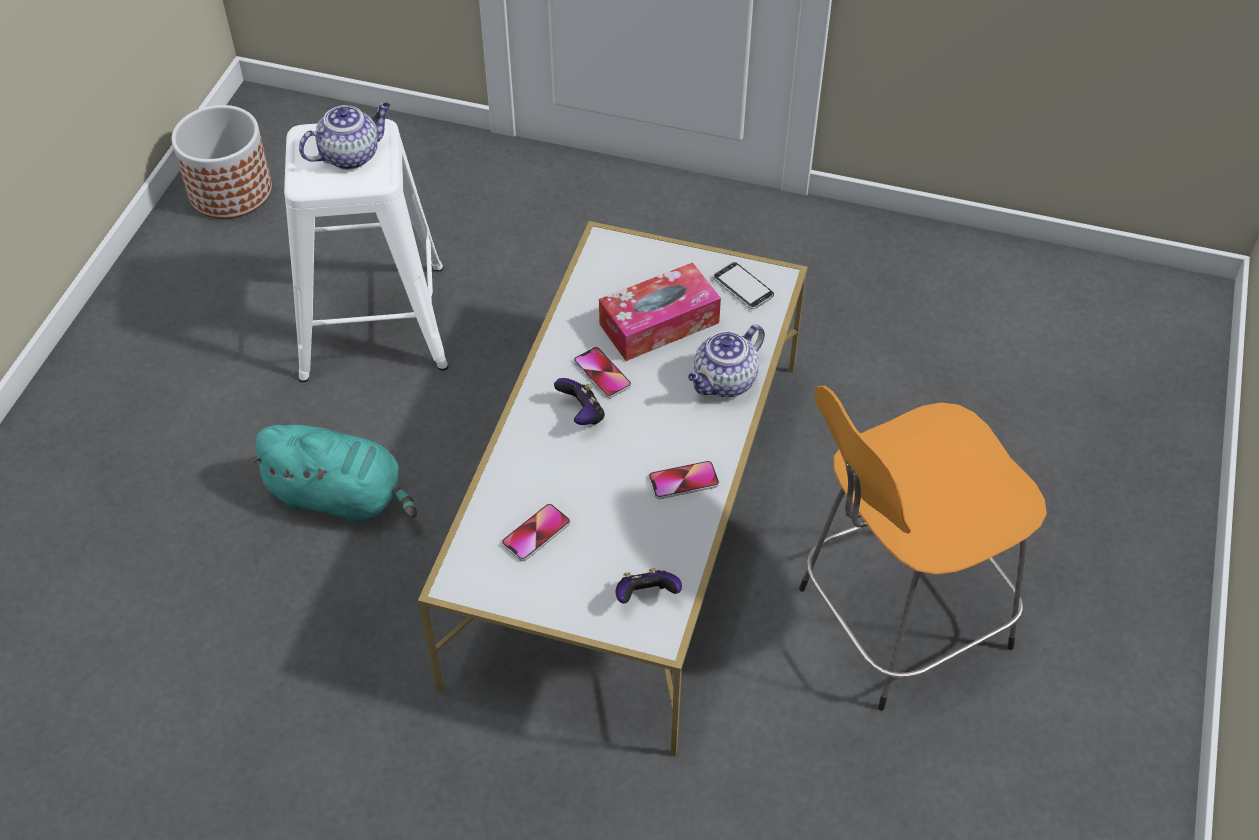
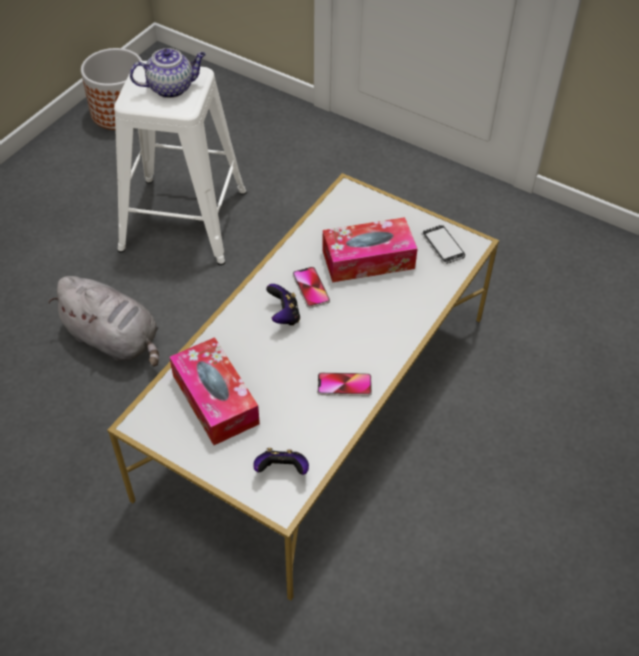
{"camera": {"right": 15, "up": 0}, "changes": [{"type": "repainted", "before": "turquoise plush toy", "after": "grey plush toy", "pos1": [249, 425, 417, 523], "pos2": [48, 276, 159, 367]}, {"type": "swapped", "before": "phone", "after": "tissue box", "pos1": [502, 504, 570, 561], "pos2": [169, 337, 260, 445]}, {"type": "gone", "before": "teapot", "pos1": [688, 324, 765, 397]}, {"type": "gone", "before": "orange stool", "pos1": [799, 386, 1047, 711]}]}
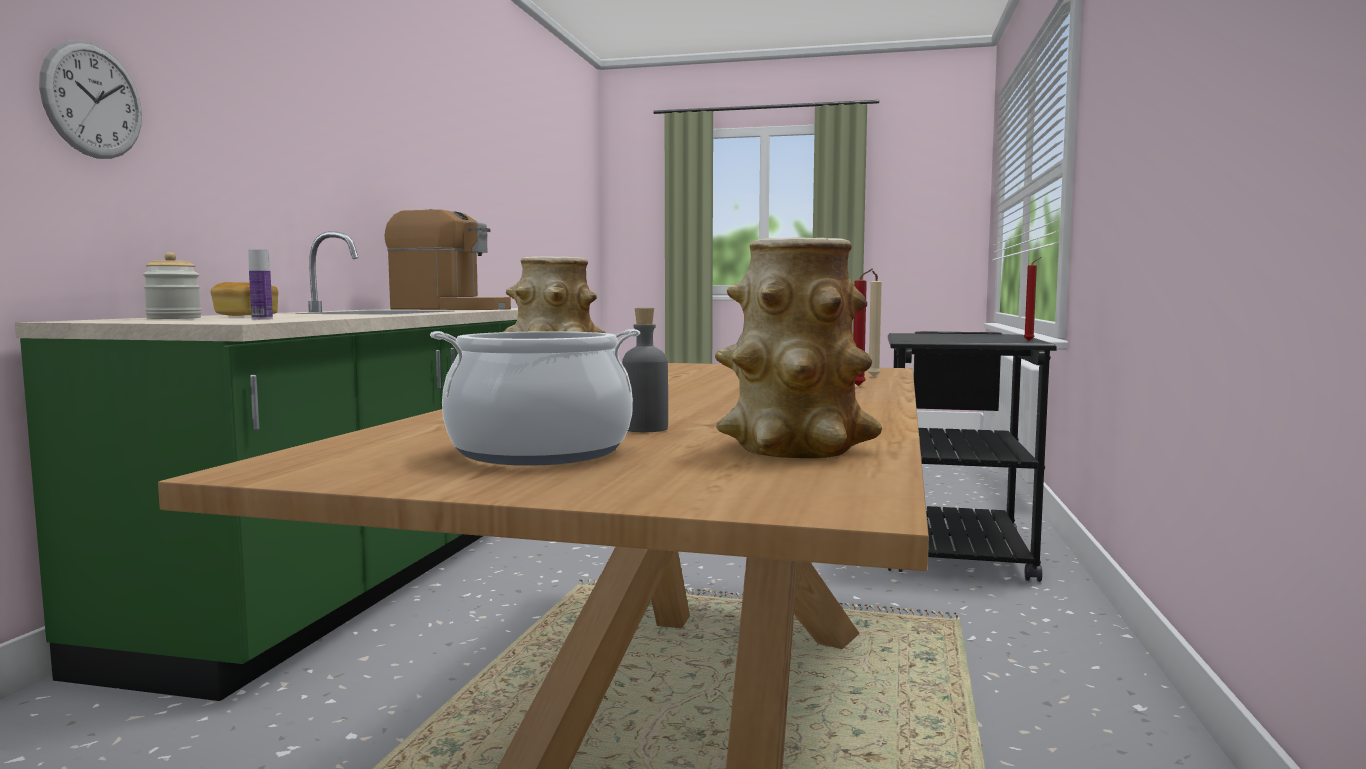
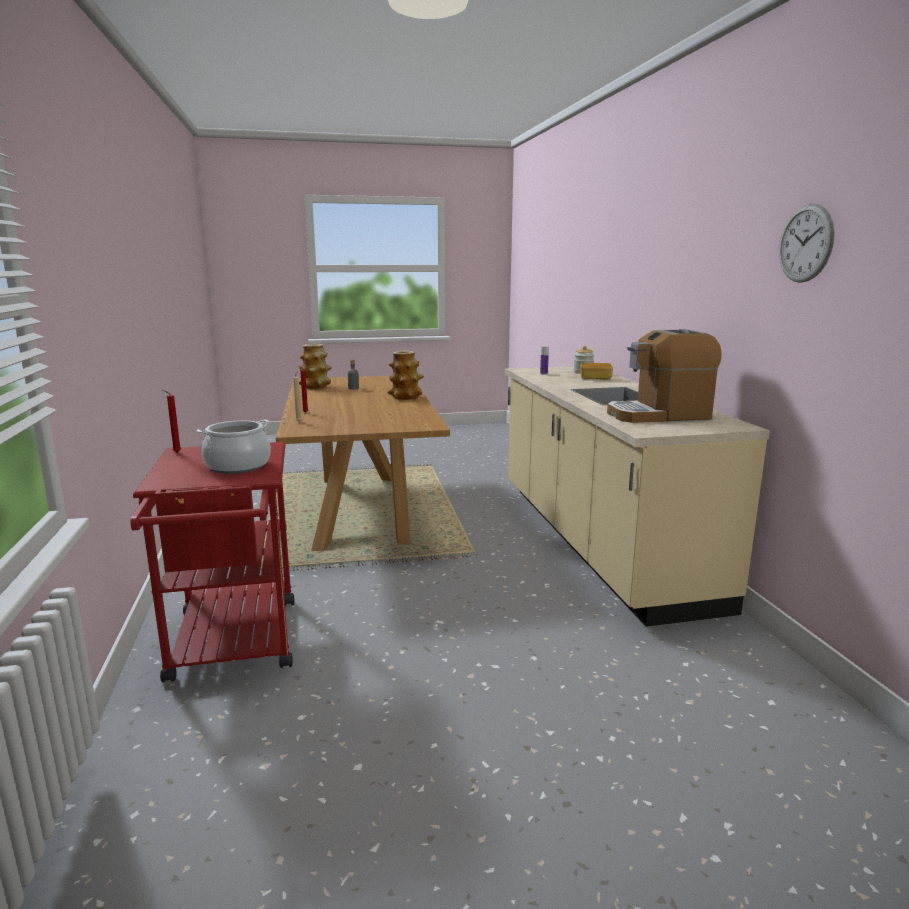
{"camera": {"right": 155, "up": 10}, "changes": [{"type": "repainted", "before": "black cart", "after": "red cart", "pos1": [888, 331, 1057, 582], "pos2": [130, 442, 294, 682]}, {"type": "shifted", "before": "cooking pot", "pos1": [430, 329, 640, 466], "pos2": [197, 419, 271, 474]}, {"type": "repainted", "before": "green counter", "after": "beige counter", "pos1": [15, 231, 518, 701], "pos2": [505, 366, 770, 627]}, {"type": "shifted", "before": "wall clock", "pos1": [39, 40, 142, 159], "pos2": [779, 204, 835, 283]}]}
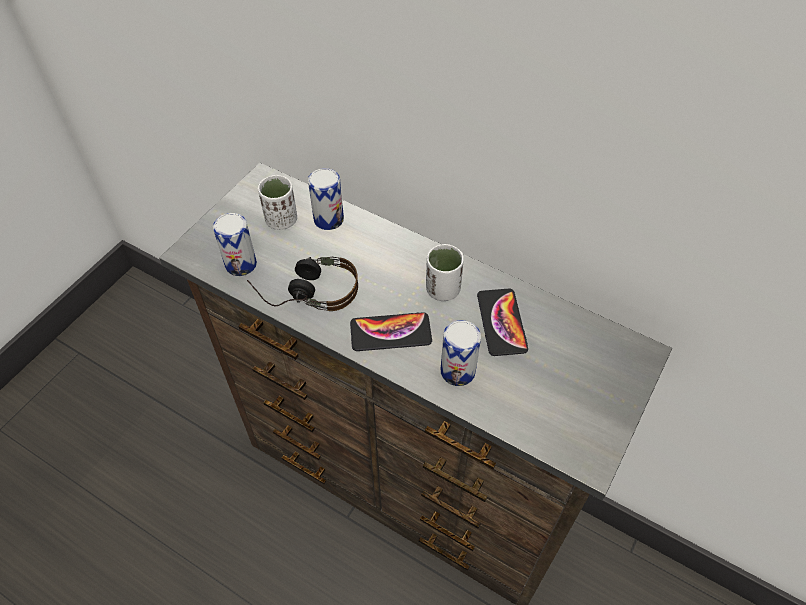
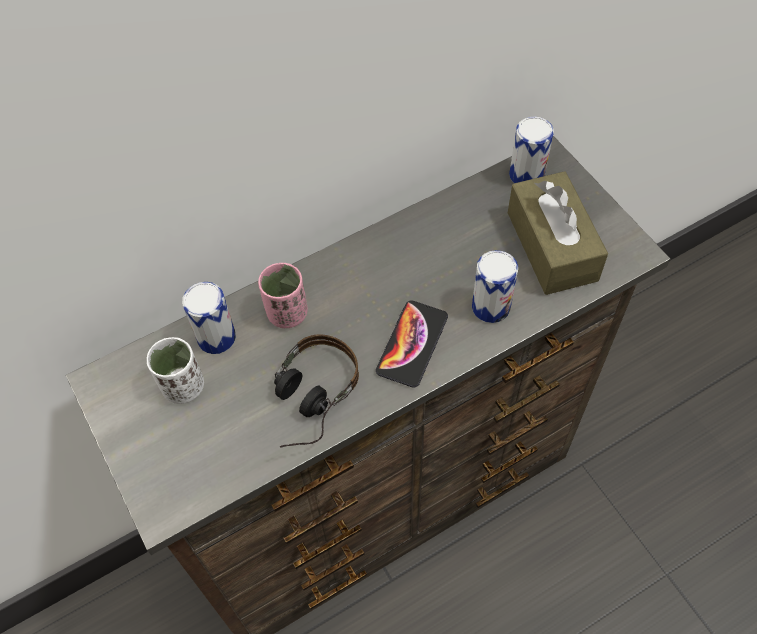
{"camera": {"right": -60, "up": 5}, "changes": [{"type": "new", "after": "pink cup", "pos2": [258, 263, 308, 328]}, {"type": "new", "after": "brown tissue box", "pos2": [508, 171, 608, 295]}, {"type": "shifted", "before": "can", "pos1": [213, 213, 257, 276], "pos2": [509, 117, 554, 183]}, {"type": "gone", "before": "white cup", "pos1": [426, 244, 464, 301]}, {"type": "gone", "before": "phone", "pos1": [477, 289, 528, 356]}]}
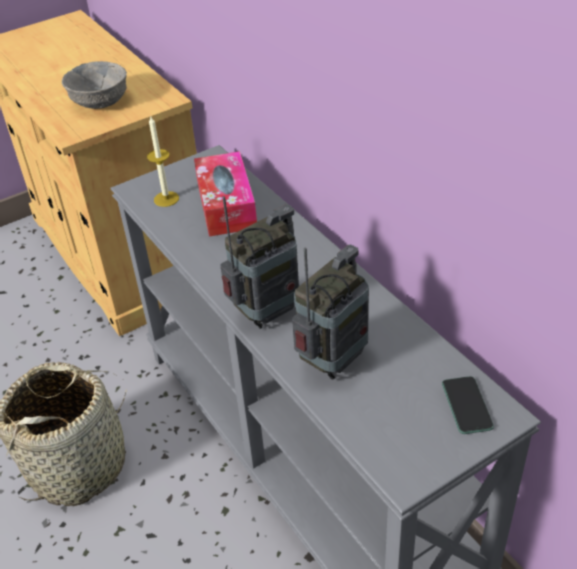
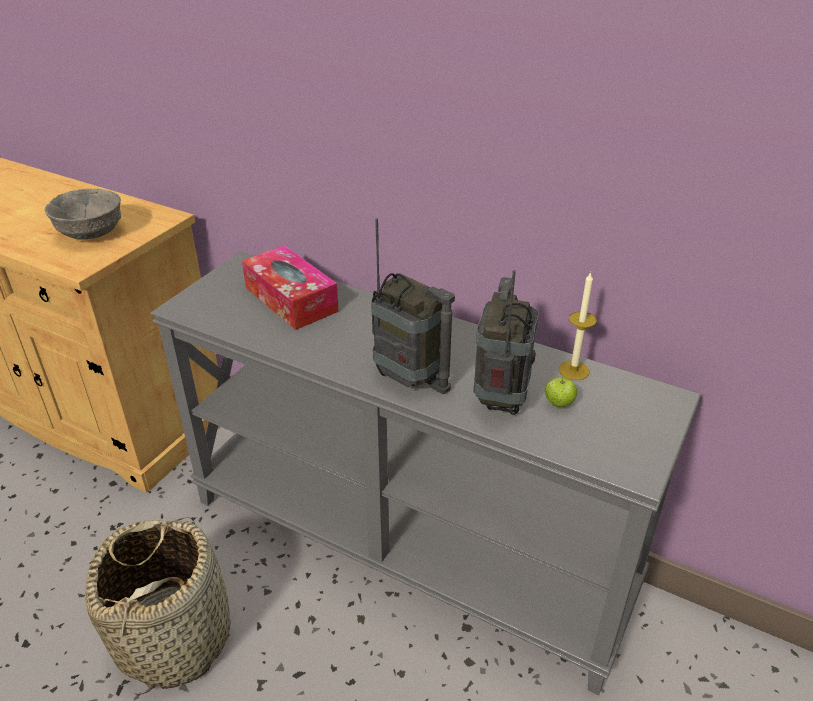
{"camera": {"right": -30, "up": -5}, "changes": [{"type": "rotated", "before": "radio", "pos1": [221, 196, 299, 329], "pos2": [371, 218, 455, 394], "turn": 105}, {"type": "new", "after": "apple", "pos2": [545, 375, 577, 407]}, {"type": "shifted", "before": "candle", "pos1": [147, 115, 179, 207], "pos2": [559, 271, 596, 380]}, {"type": "gone", "before": "phone", "pos1": [442, 376, 494, 434]}]}
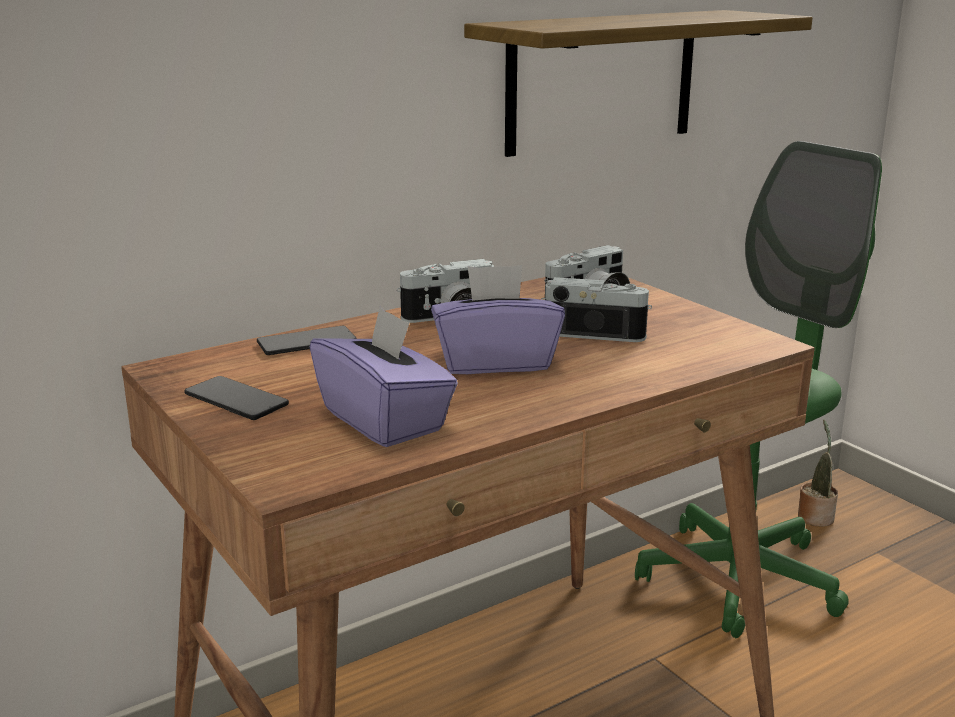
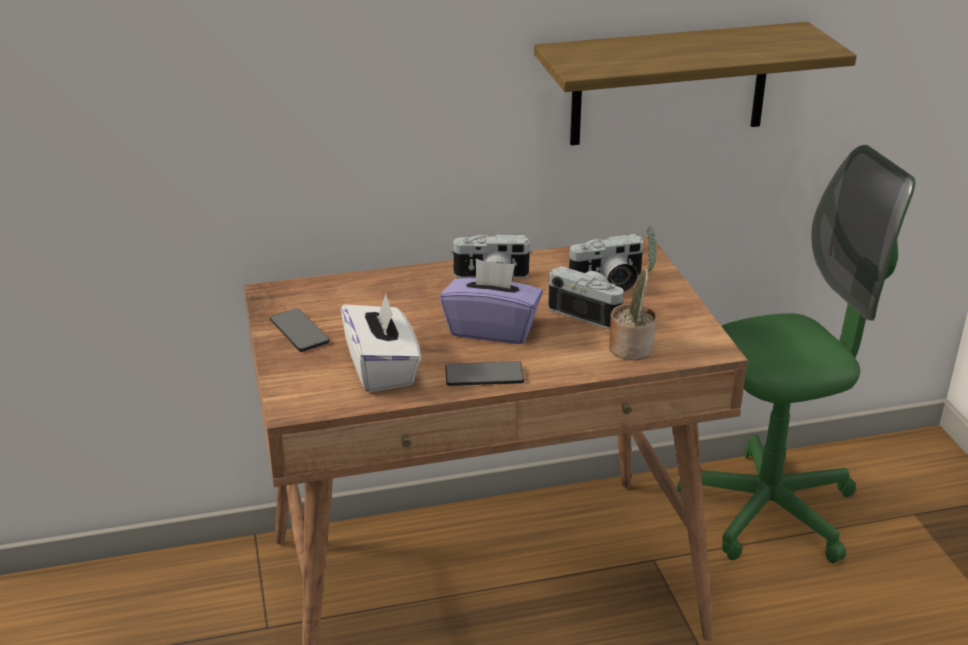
{"camera": {"right": 20, "up": 10}, "changes": [{"type": "repainted", "before": "purple tissue box", "after": "white tissue box", "pos1": [310, 306, 458, 447], "pos2": [341, 294, 421, 392]}, {"type": "shifted", "before": "phone", "pos1": [257, 326, 357, 355], "pos2": [445, 361, 524, 386]}, {"type": "shifted", "before": "potted plant", "pos1": [798, 419, 838, 526], "pos2": [609, 227, 657, 360]}]}
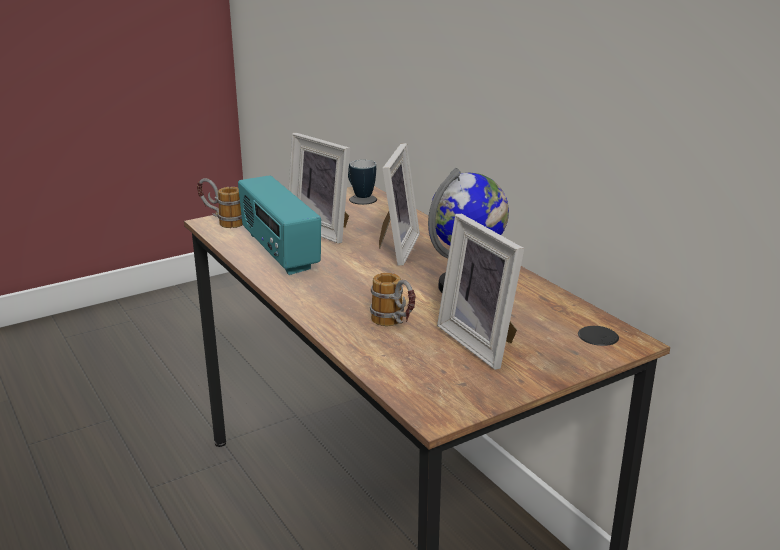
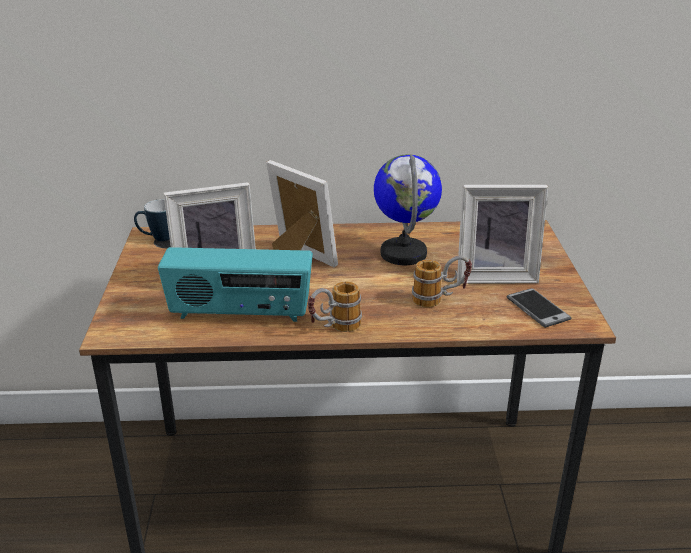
{"camera": {"right": -60, "up": 5}, "changes": [{"type": "shifted", "before": "mug", "pos1": [197, 178, 243, 228], "pos2": [308, 282, 362, 332]}, {"type": "new", "after": "phone", "pos2": [507, 288, 572, 328]}]}
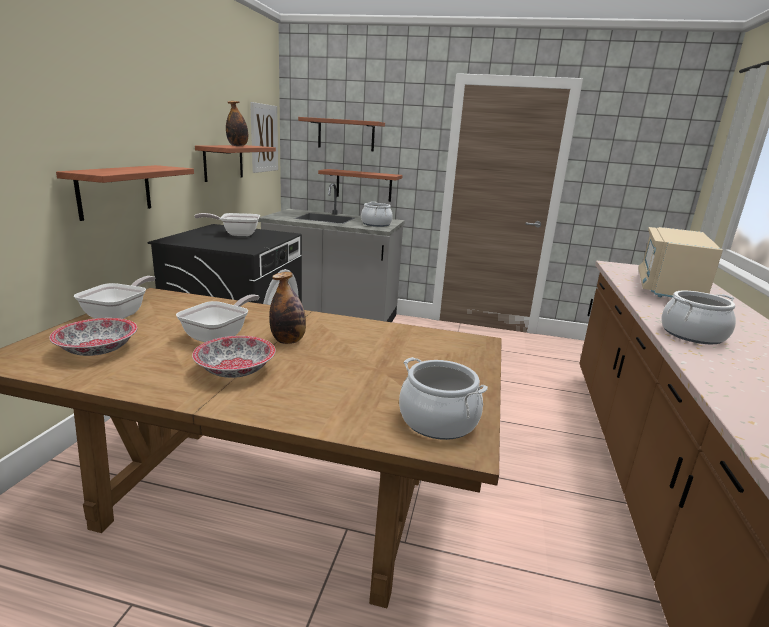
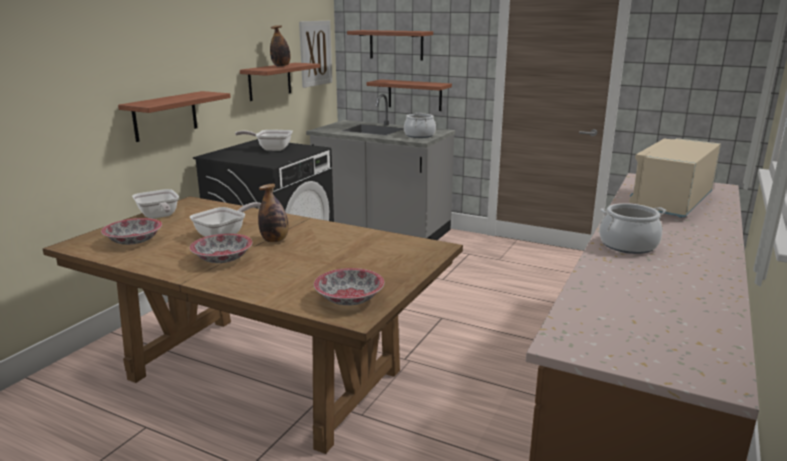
{"camera": {"right": 15, "up": 0}, "changes": [{"type": "rotated", "before": "frying pan", "pos1": [74, 276, 156, 319], "pos2": [132, 189, 179, 219], "turn": 120}, {"type": "swapped", "before": "cooking pot", "after": "bowl", "pos1": [399, 357, 488, 440], "pos2": [314, 268, 384, 306]}]}
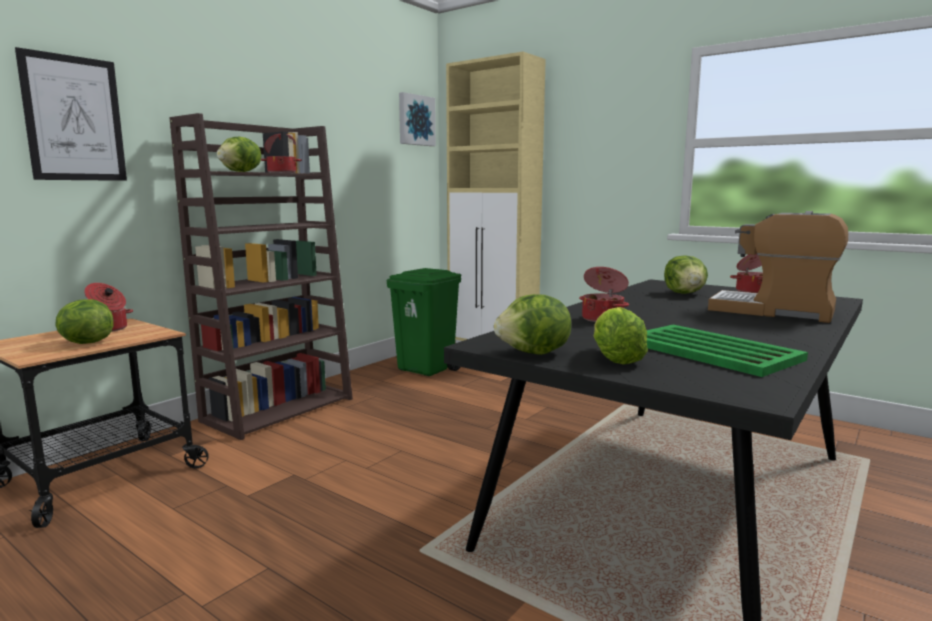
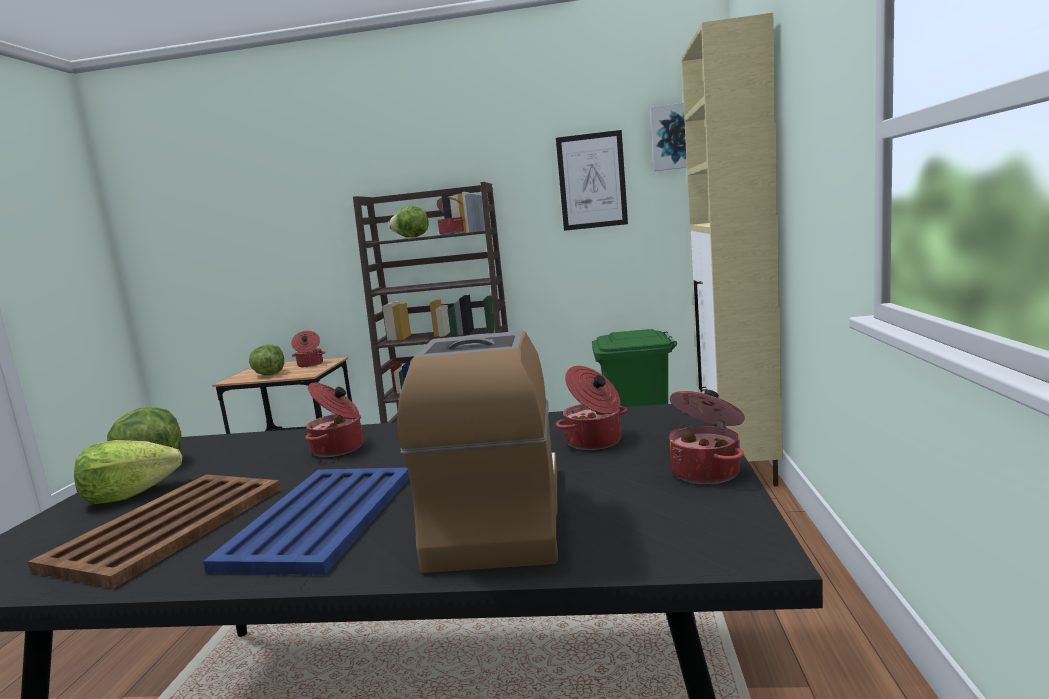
{"camera": {"right": 60, "up": 0}, "changes": [{"type": "repainted", "before": "green tray", "after": "brown tray", "pos1": [647, 325, 808, 377], "pos2": [28, 474, 281, 588]}, {"type": "new", "after": "blue tray", "pos2": [203, 467, 410, 575]}, {"type": "shifted", "before": "picture", "pos1": [15, 47, 127, 181], "pos2": [556, 130, 628, 231]}, {"type": "swapped", "before": "lettuce", "after": "cooking pot", "pos1": [664, 256, 708, 294], "pos2": [556, 366, 627, 450]}]}
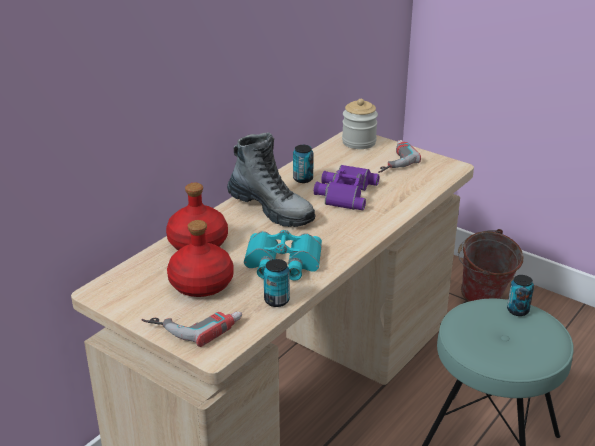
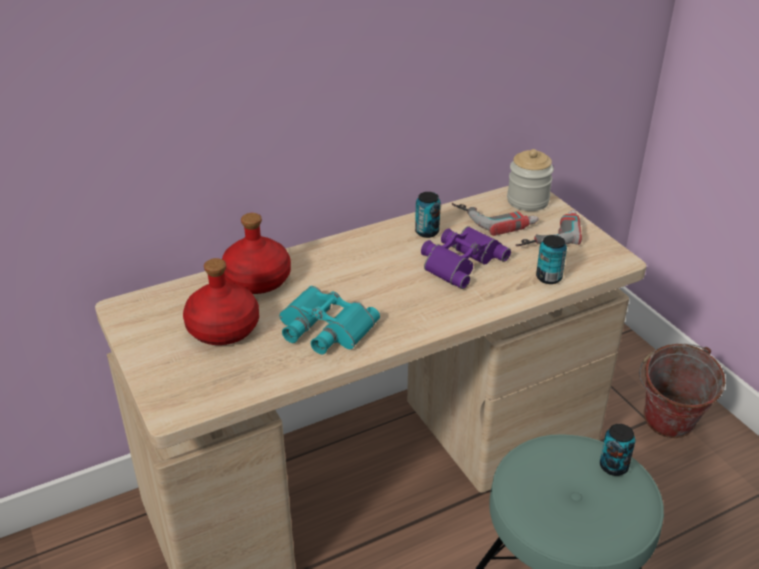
{"camera": {"right": 25, "up": 5}, "changes": [{"type": "shifted", "before": "power drill", "pos1": [142, 312, 242, 347], "pos2": [452, 203, 539, 236]}, {"type": "shifted", "before": "can", "pos1": [263, 259, 290, 307], "pos2": [536, 235, 567, 284]}, {"type": "gone", "before": "boot", "pos1": [227, 133, 315, 227]}]}
